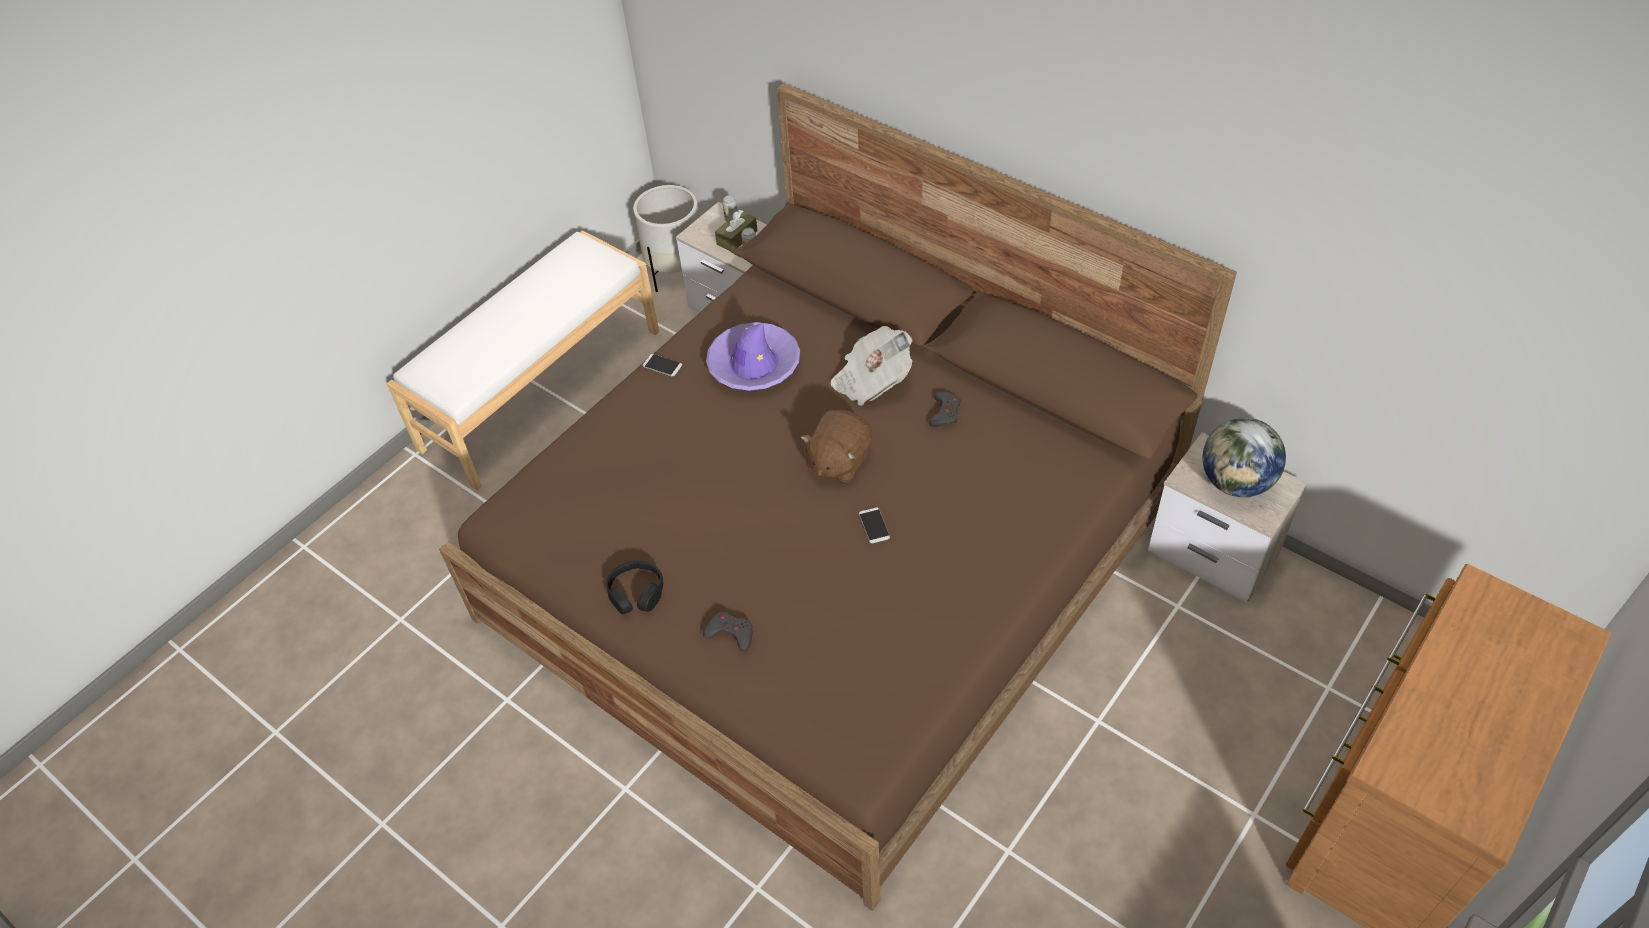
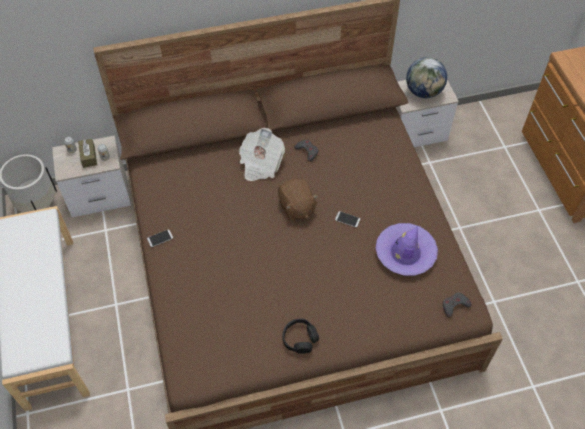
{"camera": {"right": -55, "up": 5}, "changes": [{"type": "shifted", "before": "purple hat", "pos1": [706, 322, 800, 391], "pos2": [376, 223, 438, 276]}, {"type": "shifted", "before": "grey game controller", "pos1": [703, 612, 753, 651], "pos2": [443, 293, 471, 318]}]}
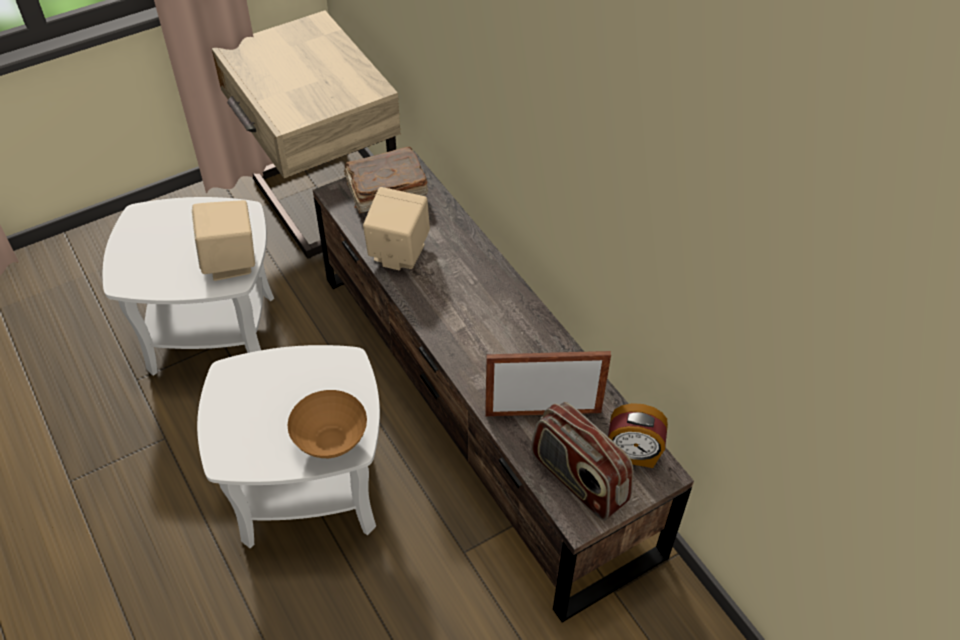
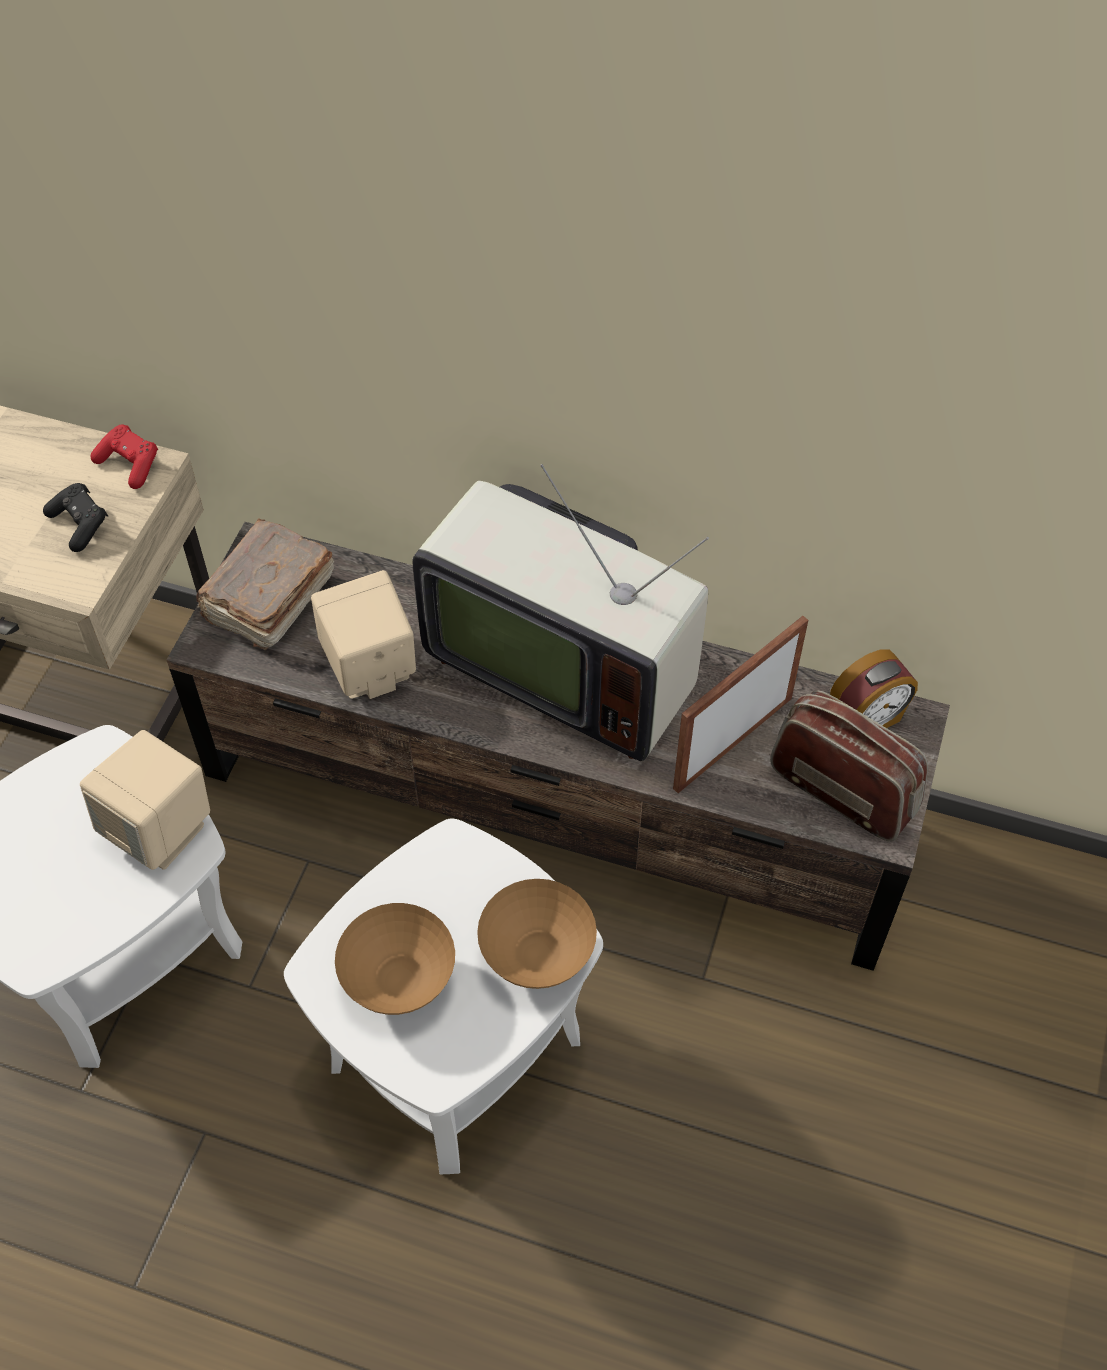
{"camera": {"right": -40, "up": 5}, "changes": [{"type": "new", "after": "black game controller", "pos2": [43, 483, 108, 552]}, {"type": "new", "after": "red game controller", "pos2": [91, 425, 158, 489]}, {"type": "new", "after": "brown bowl", "pos2": [335, 903, 455, 1015]}, {"type": "new", "after": "television", "pos2": [412, 464, 709, 761]}, {"type": "rotated", "before": "radio", "pos1": [531, 402, 633, 521], "pos2": [770, 690, 928, 842], "turn": -150}]}
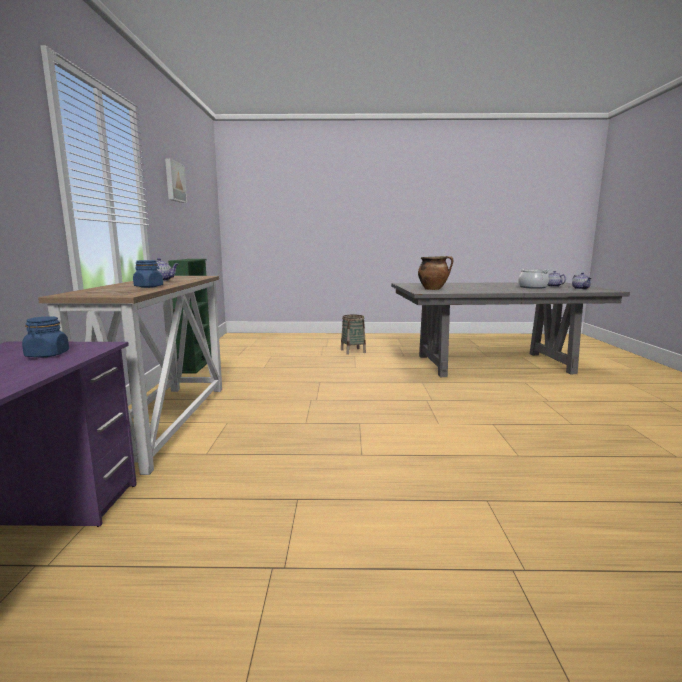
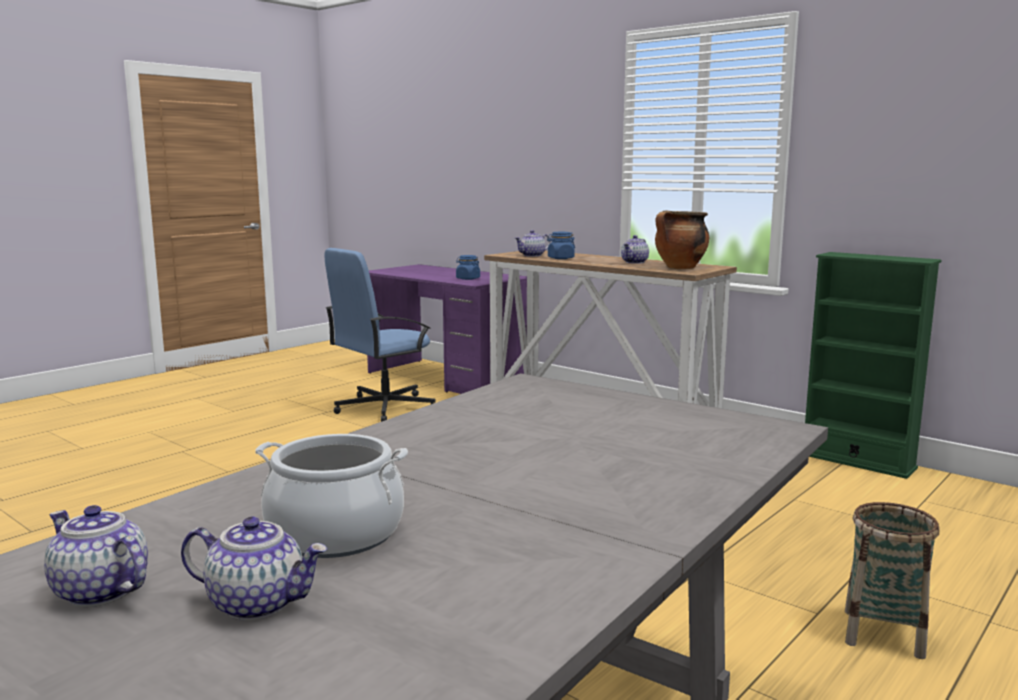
{"camera": {"right": 130, "up": 0}, "changes": [{"type": "new", "after": "blue office chair", "pos2": [325, 248, 435, 422]}, {"type": "new", "after": "teapot", "pos2": [515, 230, 550, 257]}, {"type": "shifted", "before": "cooking pot", "pos1": [418, 256, 453, 290], "pos2": [655, 210, 709, 269]}, {"type": "gone", "before": "picture", "pos1": [165, 158, 187, 203]}]}
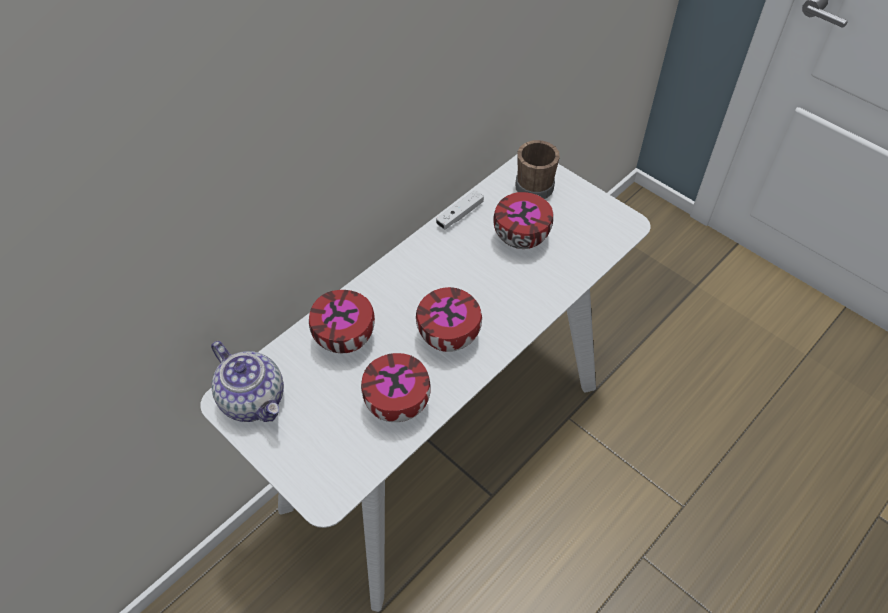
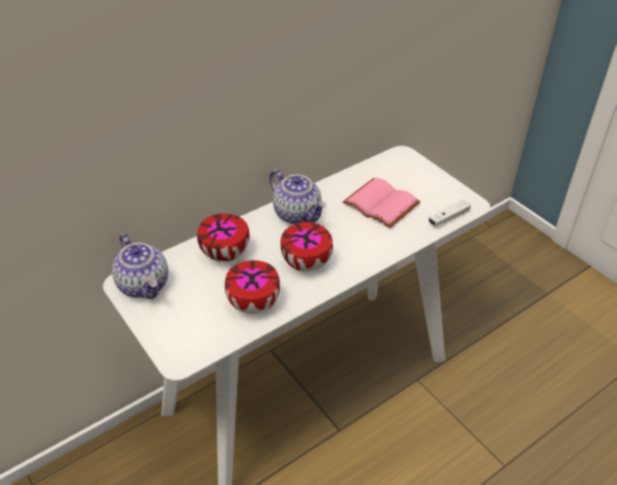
{"camera": {"right": 10, "up": -10}, "changes": [{"type": "new", "after": "teapot", "pos2": [269, 170, 326, 224]}, {"type": "swapped", "before": "bowl", "after": "pink book", "pos1": [493, 192, 554, 249], "pos2": [343, 178, 420, 228]}, {"type": "shifted", "before": "white game controller", "pos1": [436, 190, 484, 230], "pos2": [428, 200, 471, 227]}, {"type": "gone", "before": "brown mug", "pos1": [515, 140, 560, 199]}]}
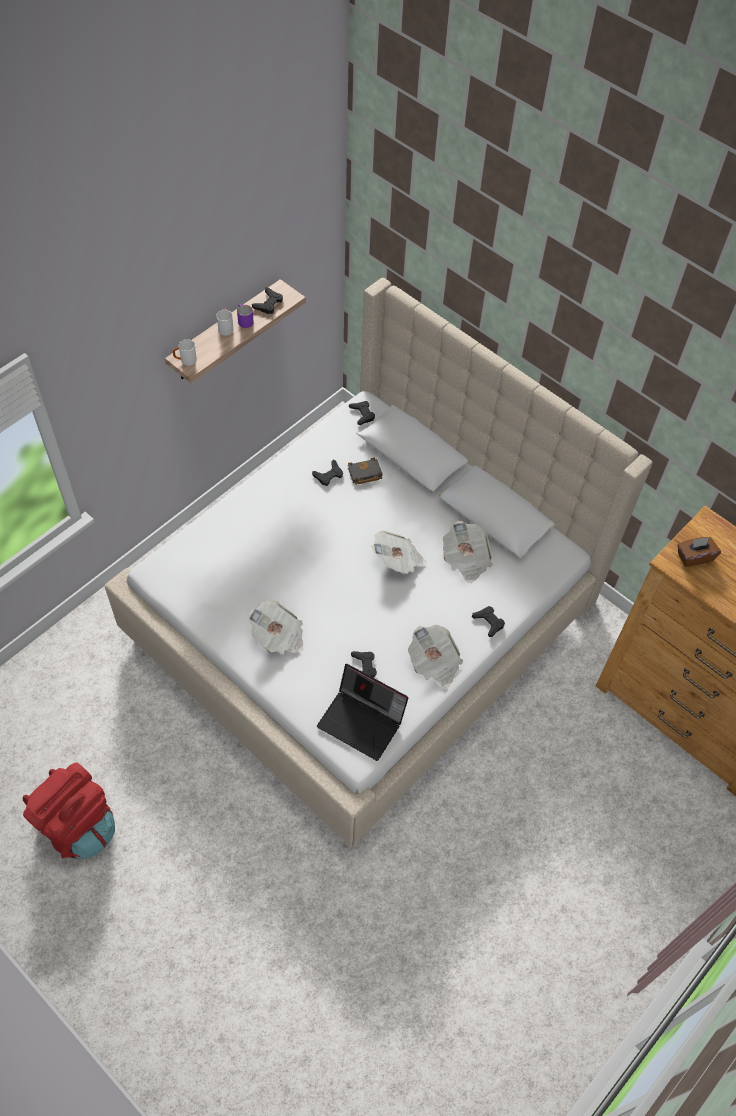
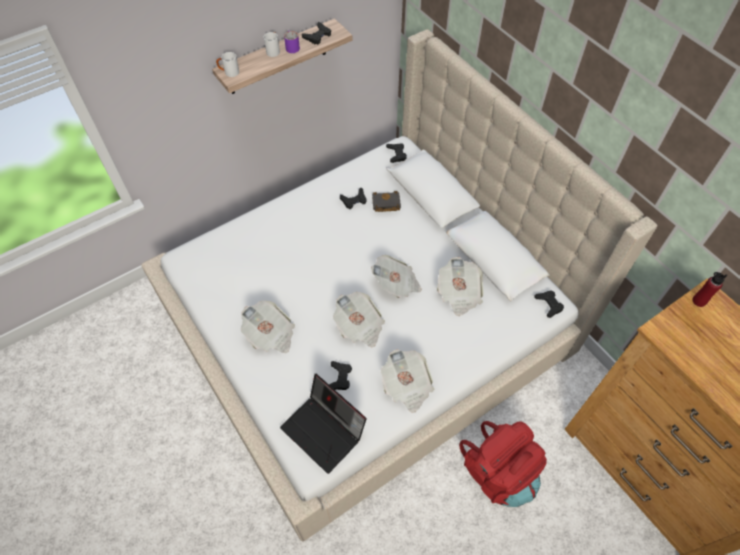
{"camera": {"right": 15, "up": 0}, "changes": [{"type": "new", "after": "newspaper", "pos2": [333, 292, 385, 347]}, {"type": "shifted", "before": "red backpack", "pos1": [23, 762, 115, 859], "pos2": [459, 421, 547, 507]}, {"type": "shifted", "before": "black game controller", "pos1": [472, 606, 505, 637], "pos2": [534, 290, 564, 318]}, {"type": "new", "after": "red bottle", "pos2": [692, 272, 727, 307]}, {"type": "gone", "before": "brown tissue box", "pos1": [678, 537, 721, 567]}]}
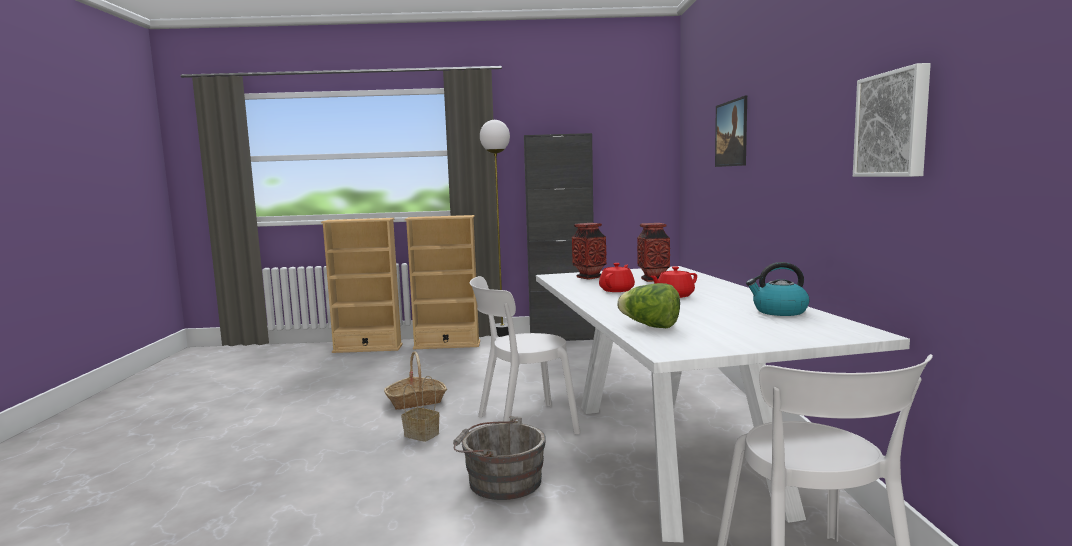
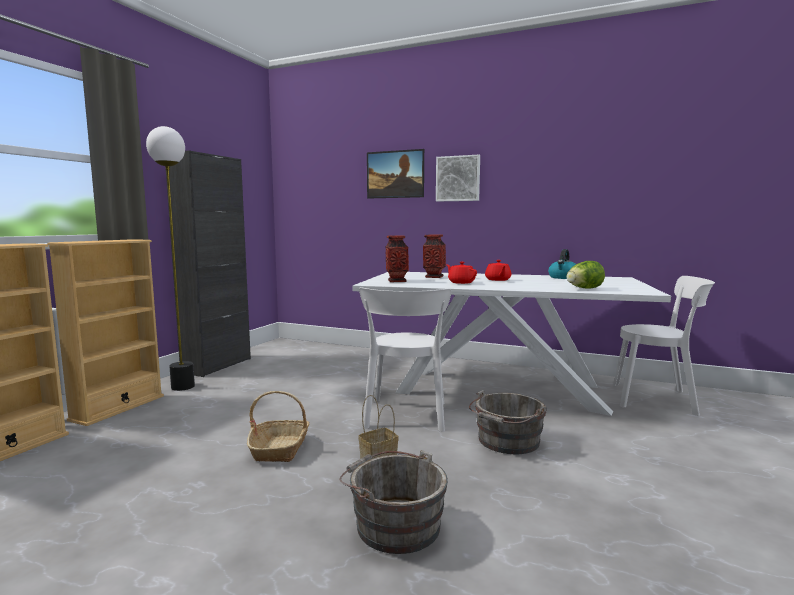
{"camera": {"right": -65, "up": 0}, "changes": [{"type": "new", "after": "grey bucket", "pos2": [339, 450, 448, 554]}, {"type": "shifted", "before": "picture", "pos1": [853, 63, 931, 177], "pos2": [436, 155, 480, 202]}]}
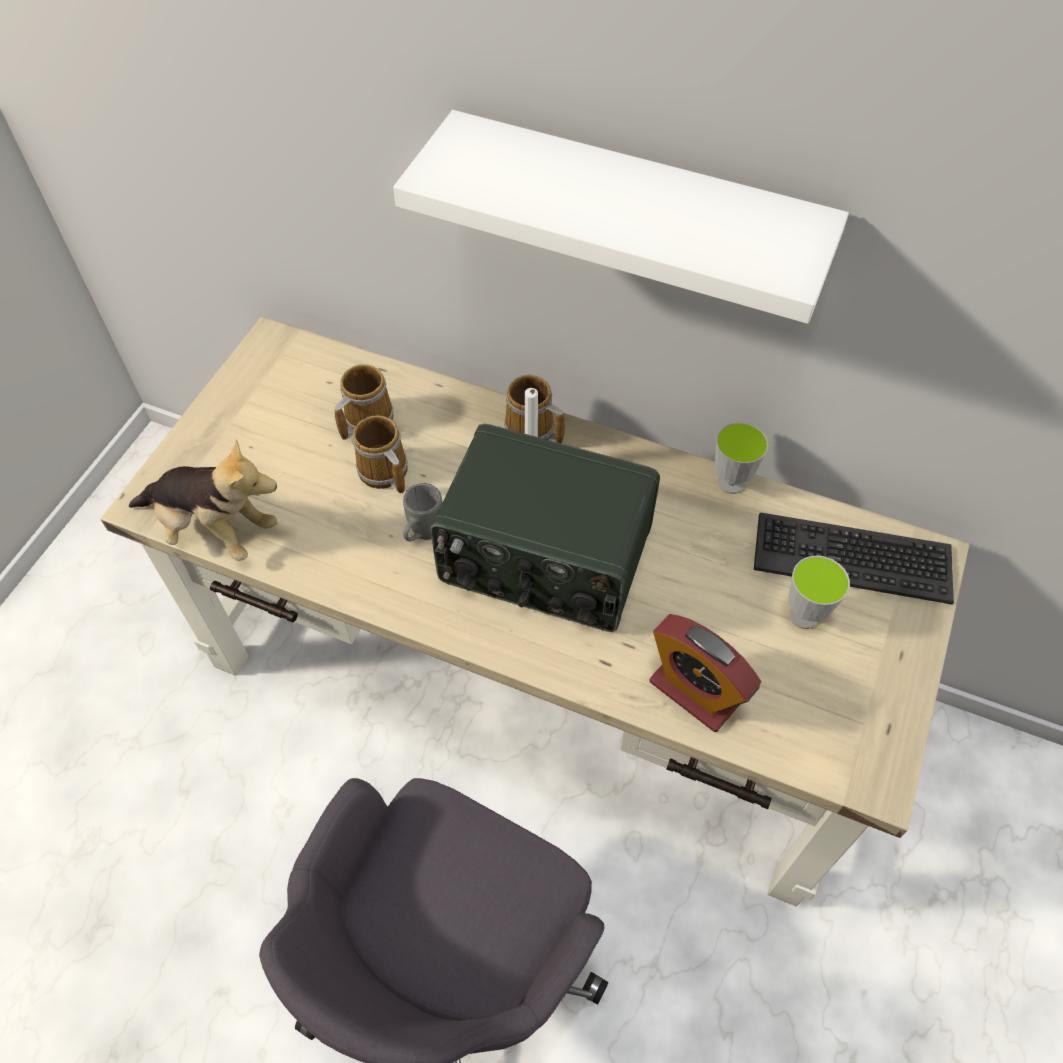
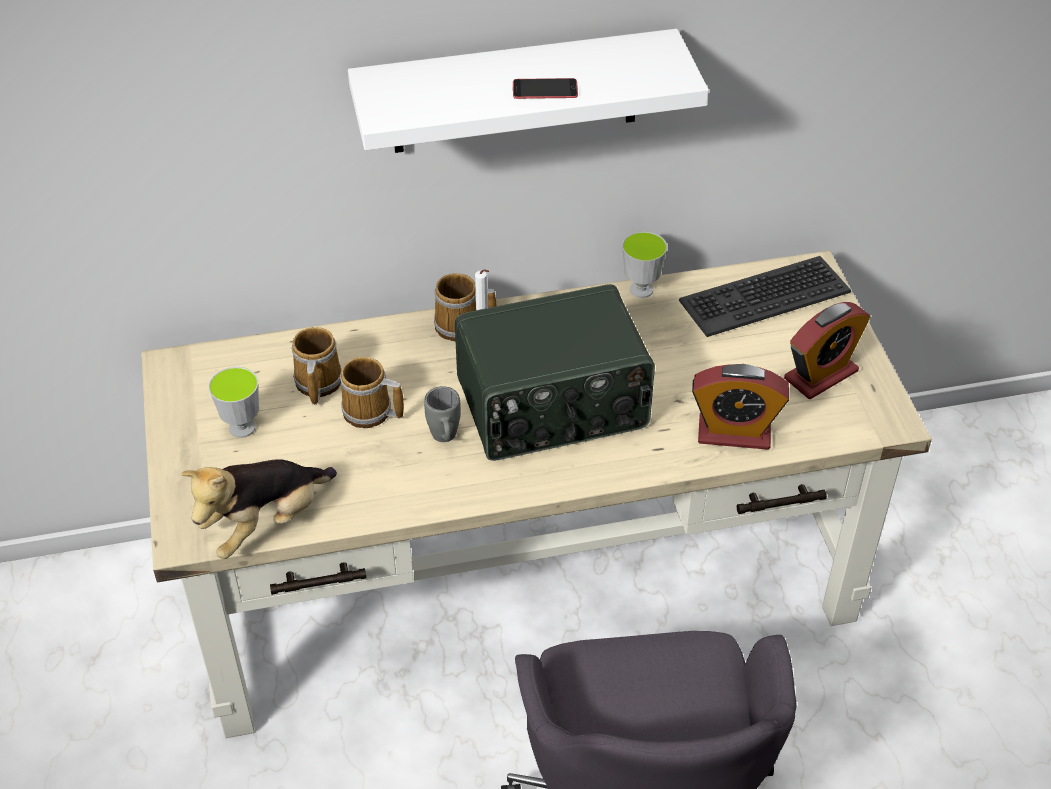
{"camera": {"right": -35, "up": -10}, "changes": [{"type": "rotated", "before": "plush toy", "pos1": [129, 440, 277, 561], "pos2": [181, 459, 337, 559], "turn": 150}, {"type": "shifted", "before": "cup", "pos1": [788, 556, 850, 629], "pos2": [209, 367, 259, 438]}, {"type": "new", "after": "phone", "pos2": [513, 78, 578, 99]}, {"type": "new", "after": "alarm clock", "pos2": [784, 302, 871, 399]}]}
